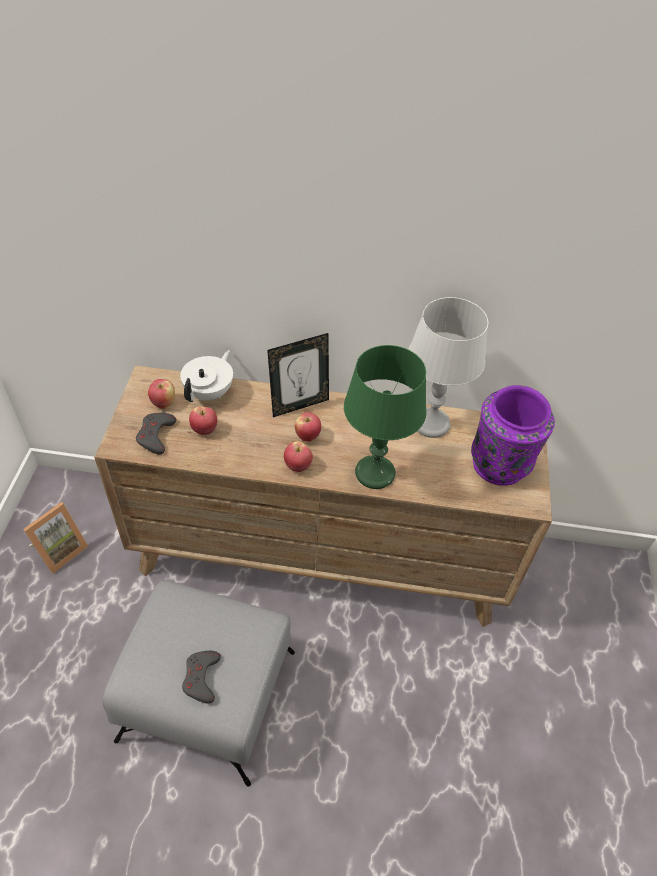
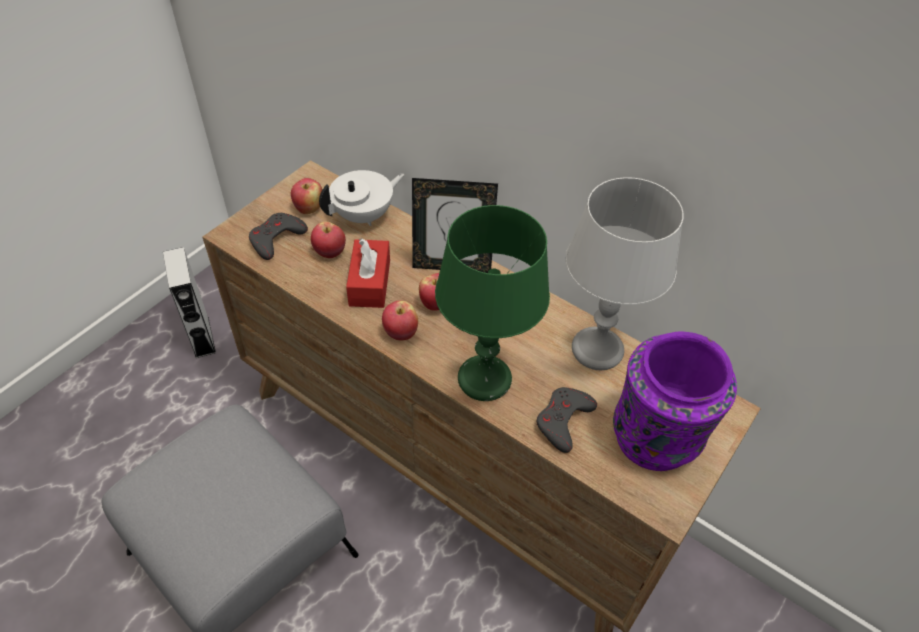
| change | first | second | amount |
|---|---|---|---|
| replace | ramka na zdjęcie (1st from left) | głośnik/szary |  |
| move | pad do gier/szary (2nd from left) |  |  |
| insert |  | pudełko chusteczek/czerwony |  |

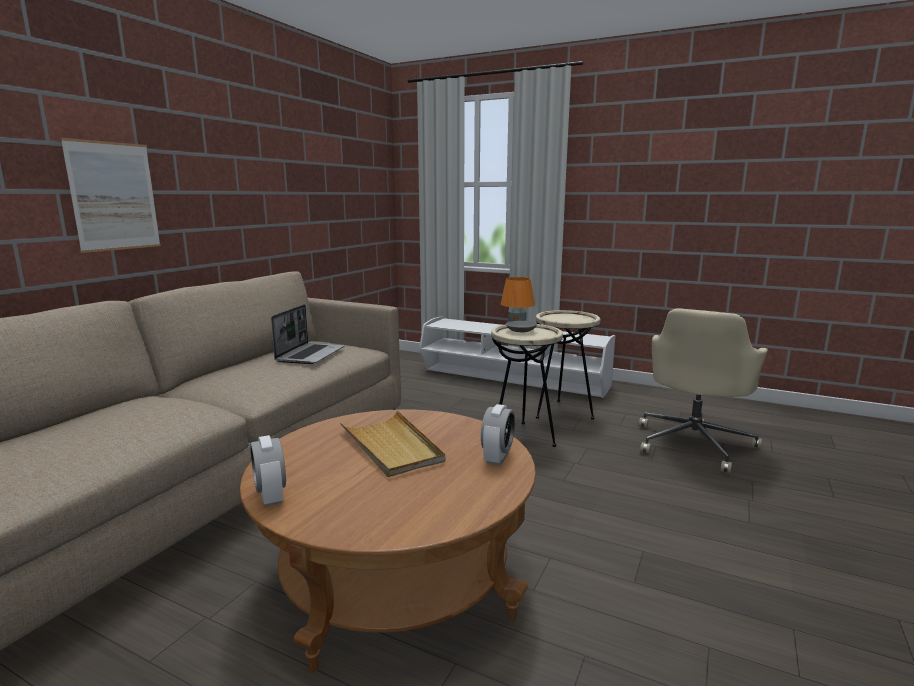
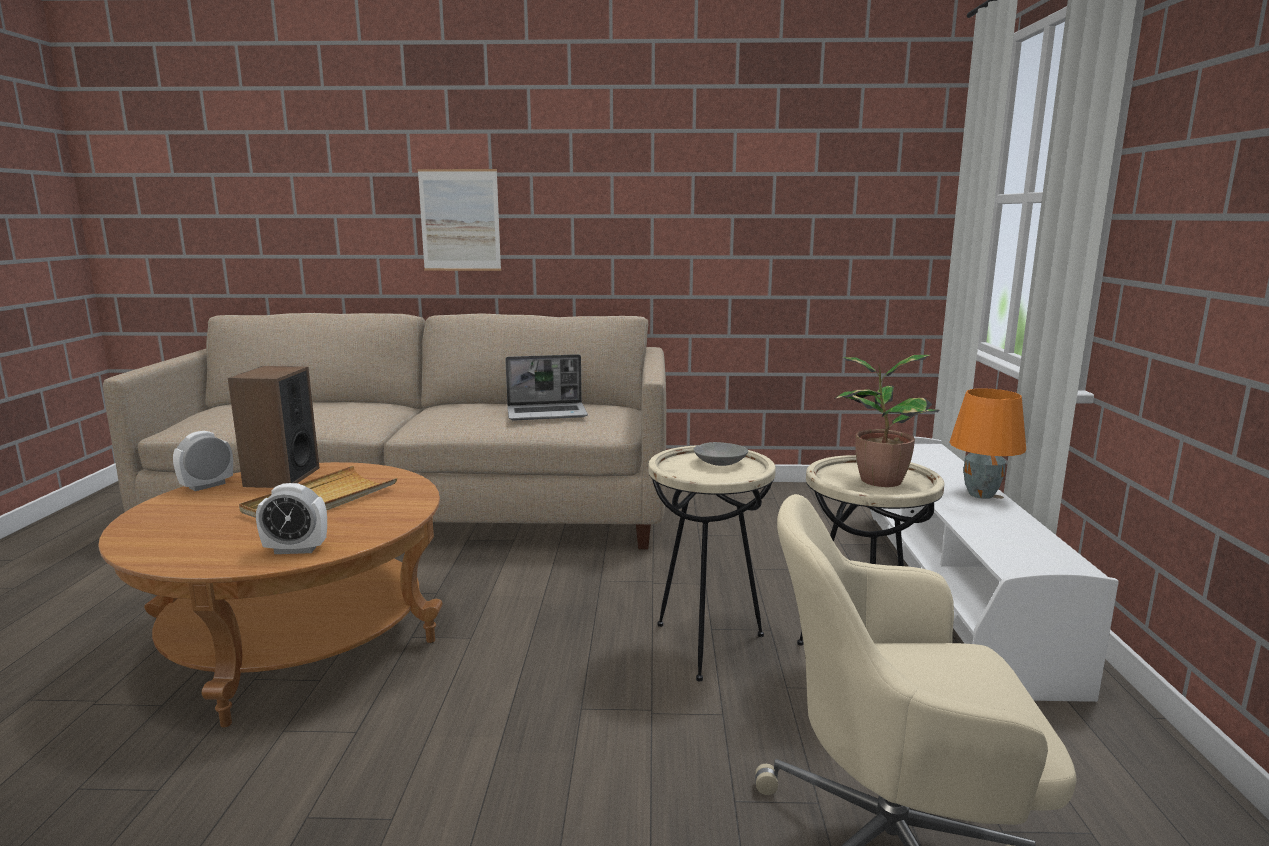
| change | first | second | amount |
|---|---|---|---|
| insert |  | roślina doniczkowa |  |
| insert |  | głośnik |  |

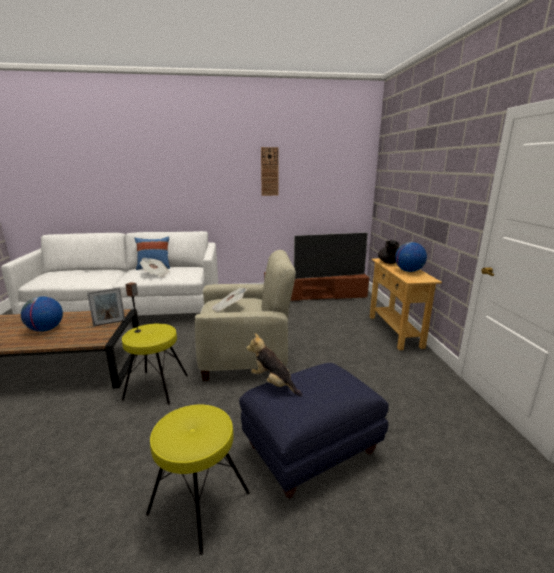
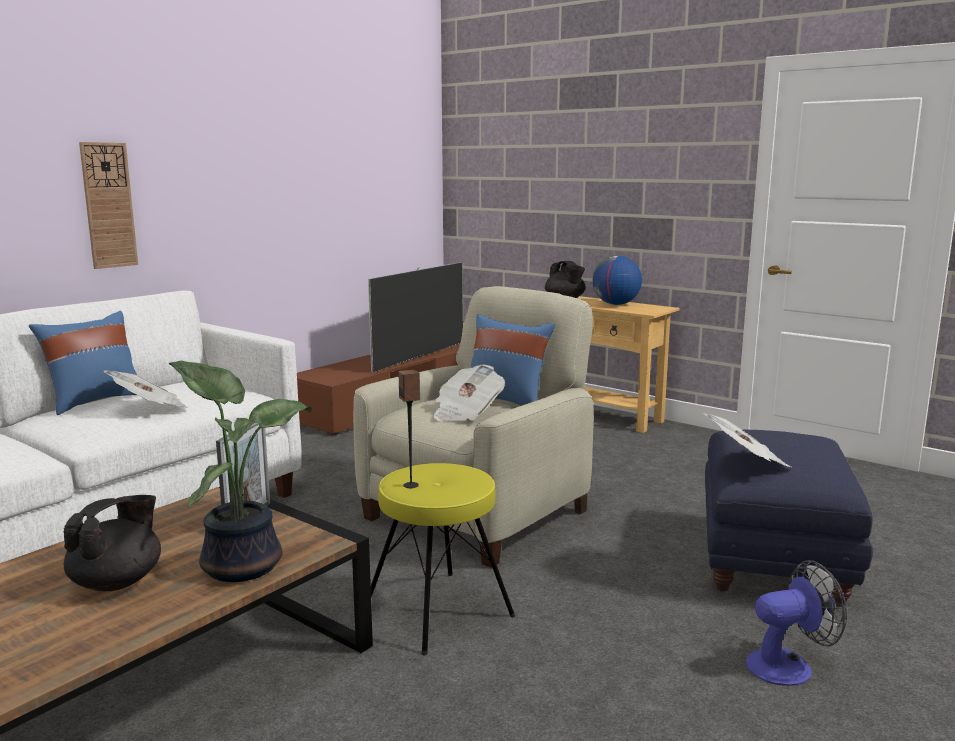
| change | first | second | amount |
|---|---|---|---|
| move | zegar ścienny |  |  |
| replace | globus (1st from left) | imbryk/czarny (1st from left) |  |
| replace | pluszak | gazeta (3rd from left) |  |
| replace | stołek/żółty (2nd from left) | wentylator |  |
| insert |  | poduszka/niebieski (2nd from left) |  |
| insert |  | roślina doniczkowa |  |

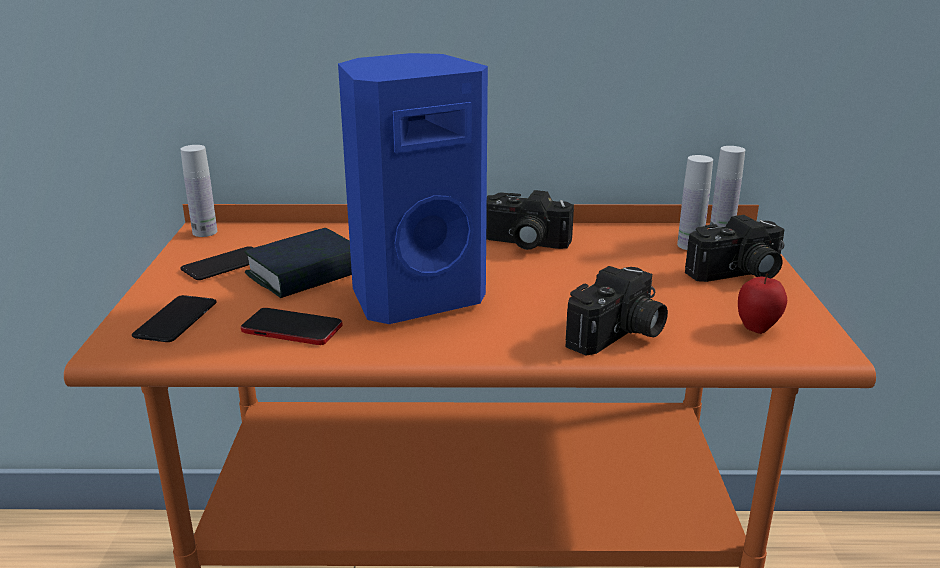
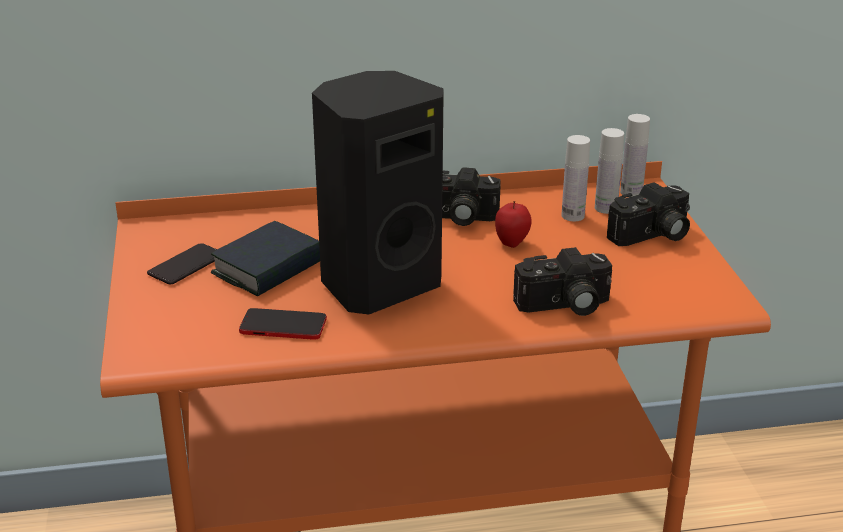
| change | first | second | amount |
|---|---|---|---|
| recolor | głośnik/niebieski | głośnik/czarny |  |
| move | butelka/biały (1st from left) |  |  |
| rotate | aparat fotograficzny (2nd from left) |  | 45 degrees clockwise |
| move | jabłko |  |  |
| delete | telefon (1st from left) |  |  |

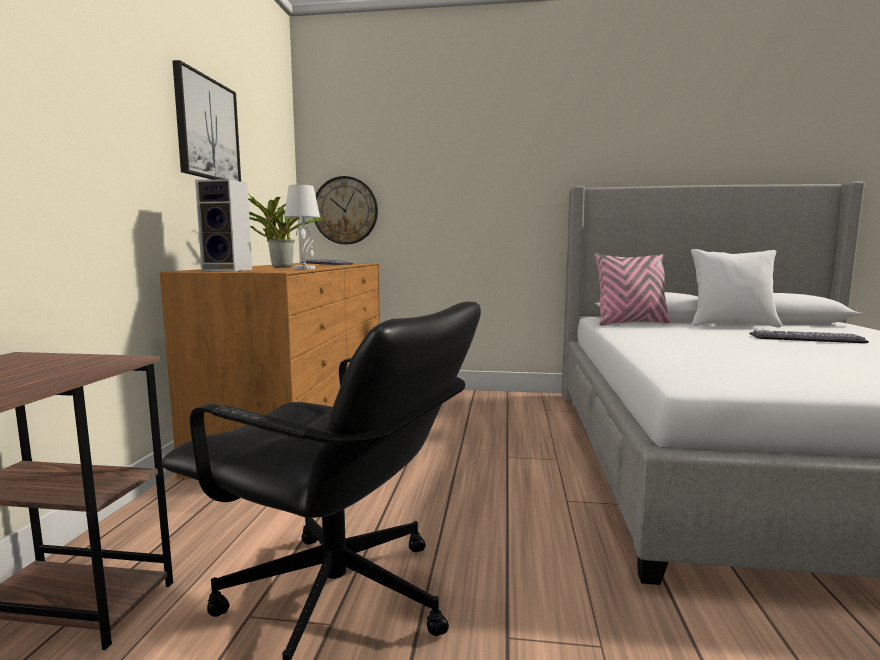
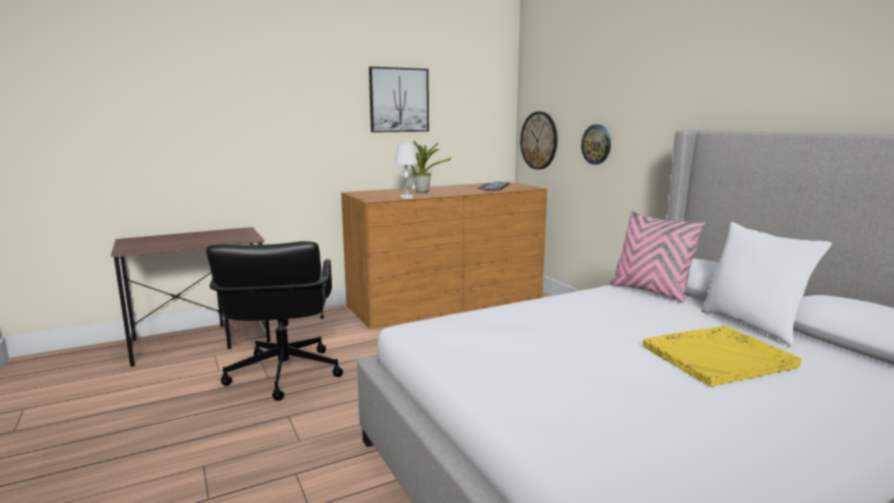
| change | first | second | amount |
|---|---|---|---|
| delete | głośnik |  |  |
| replace | klawiatura (2nd from left) | taca/żółty |  |
| insert |  | zegar ścienny (2nd from left) |  |

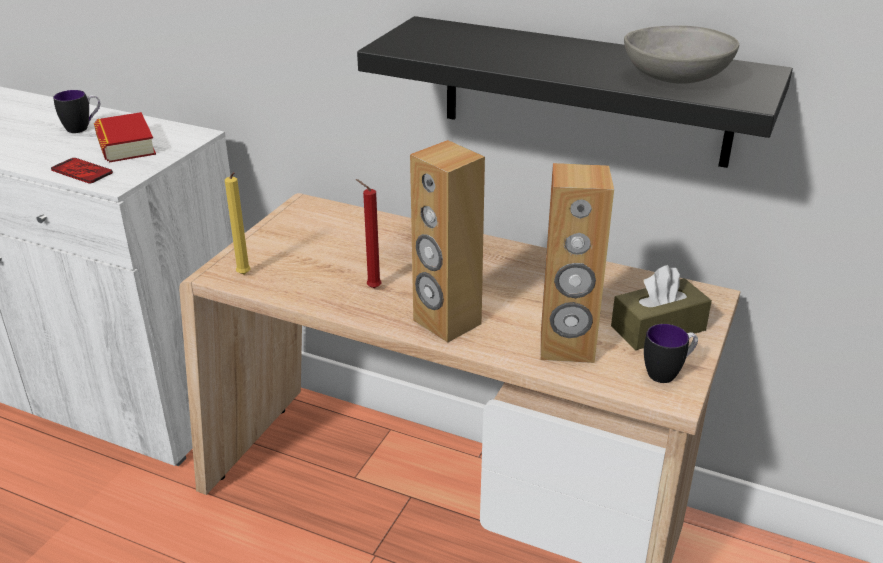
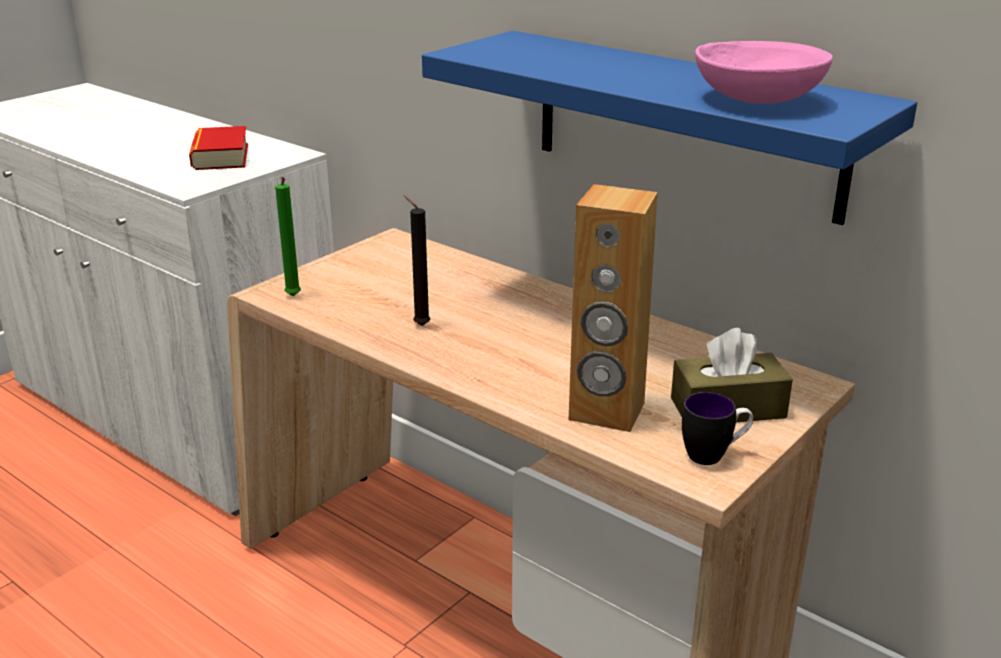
| change | first | second | amount |
|---|---|---|---|
| recolor | półka/czarny | półka/niebieski |  |
| recolor | miska/szary | miska/różowy |  |
| delete | kubek (1st from left) |  |  |
| delete | głośnik/brązowy (1st from left) |  |  |
| delete | telefon |  |  |
| recolor | świeca/żółty | świeca/zielony |  |
| recolor | świeca/czerwony | świeca/czarny |  |

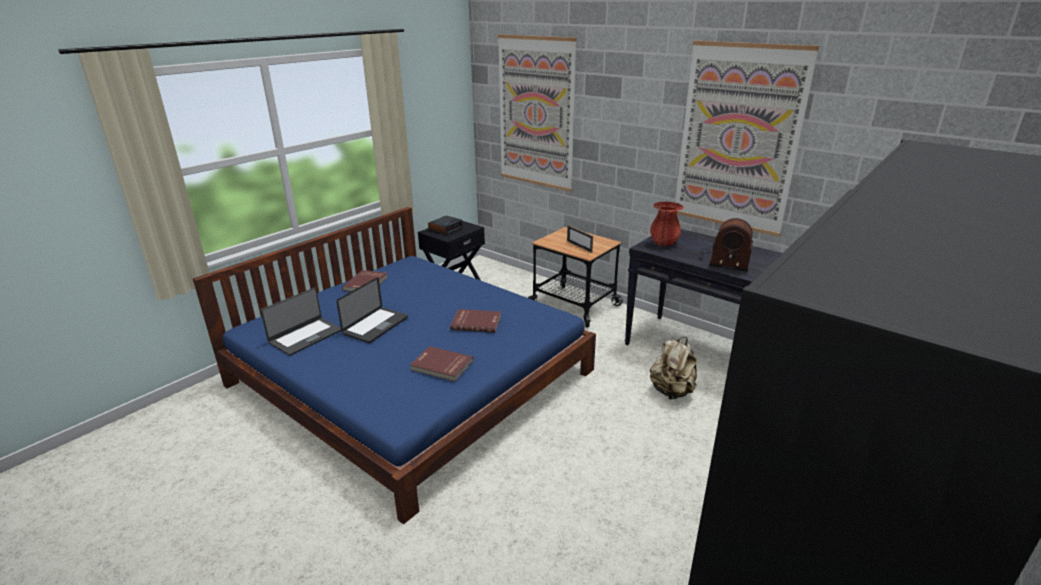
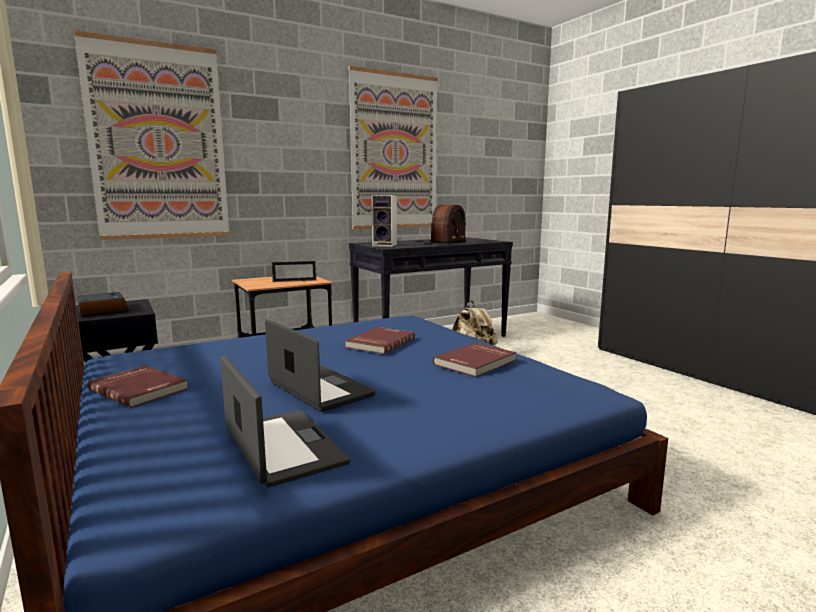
| change | first | second | amount |
|---|---|---|---|
| replace | wazon/czerwony | głośnik |  |

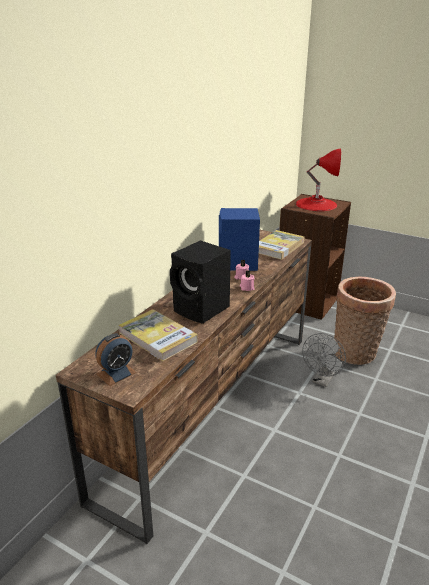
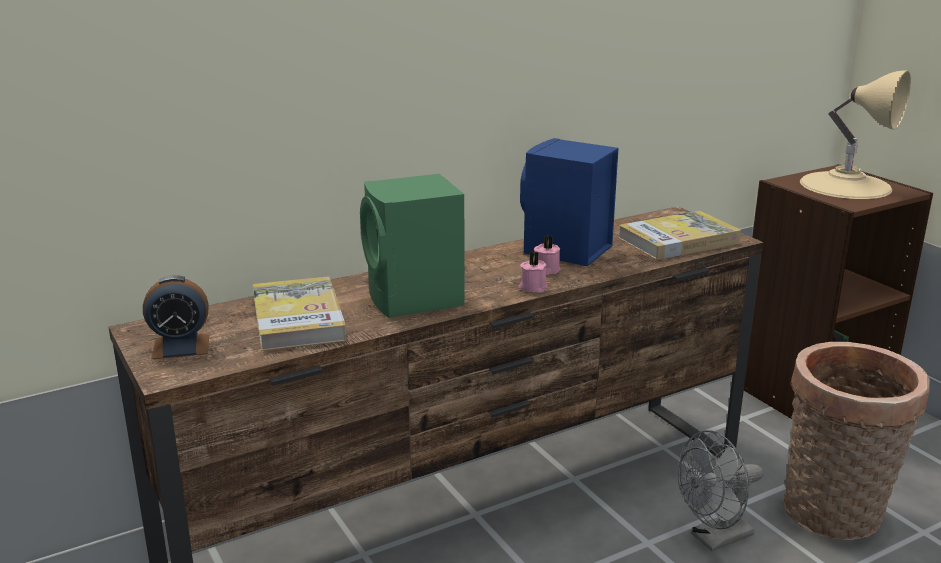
| change | first | second | amount |
|---|---|---|---|
| recolor | lampa stołowa/czerwony | lampa stołowa/beżowy |  |
| recolor | głośnik/czarny | głośnik/zielony |  |

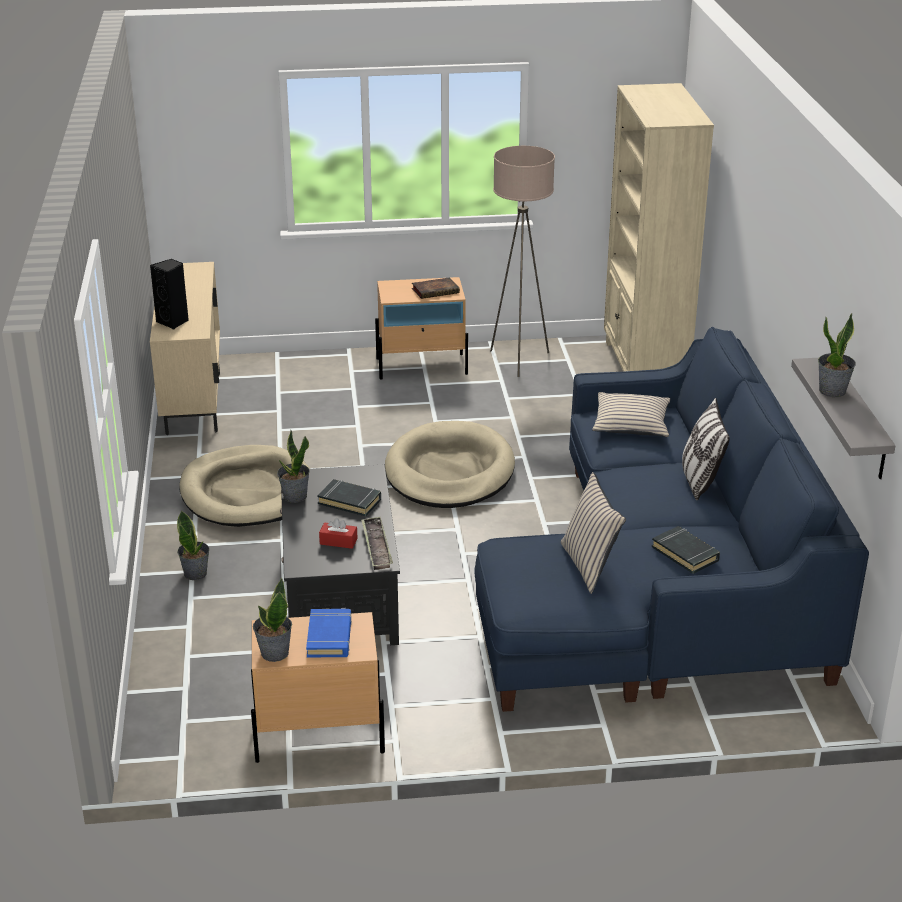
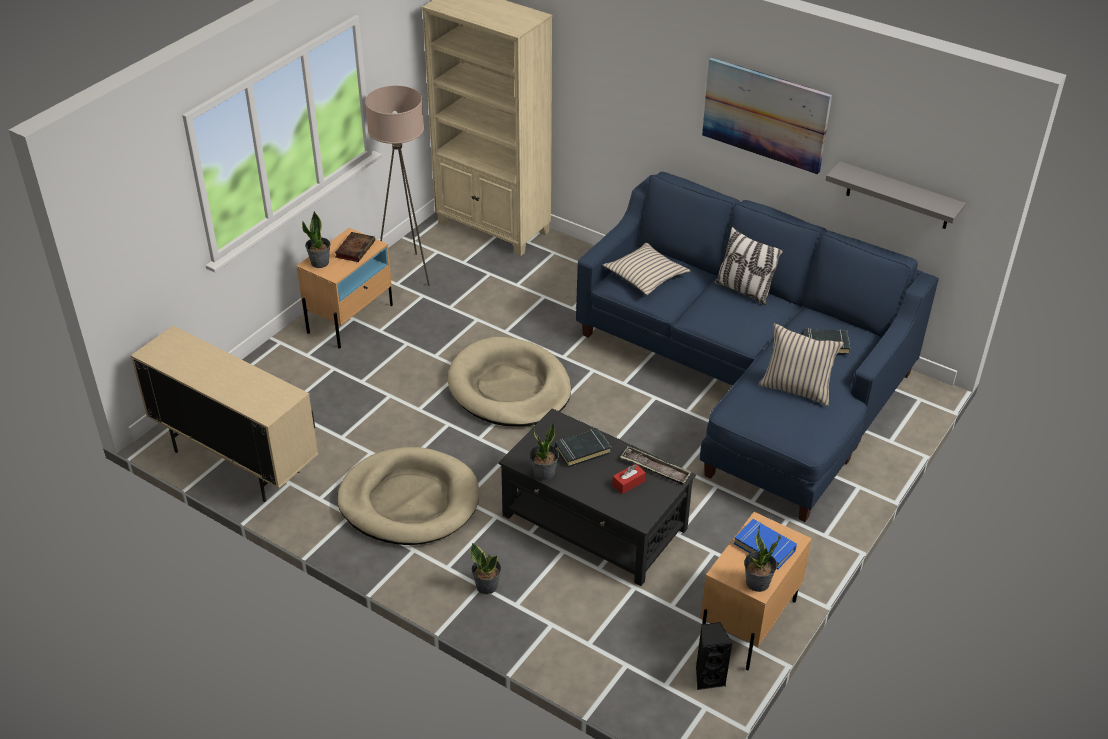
| change | first | second | amount |
|---|---|---|---|
| move | głośnik/czarny |  |  |
| move | roślina doniczkowa (4th from left in the first image) | roślina doniczkowa (1st from left) |  |
| insert |  | obraz |  |

